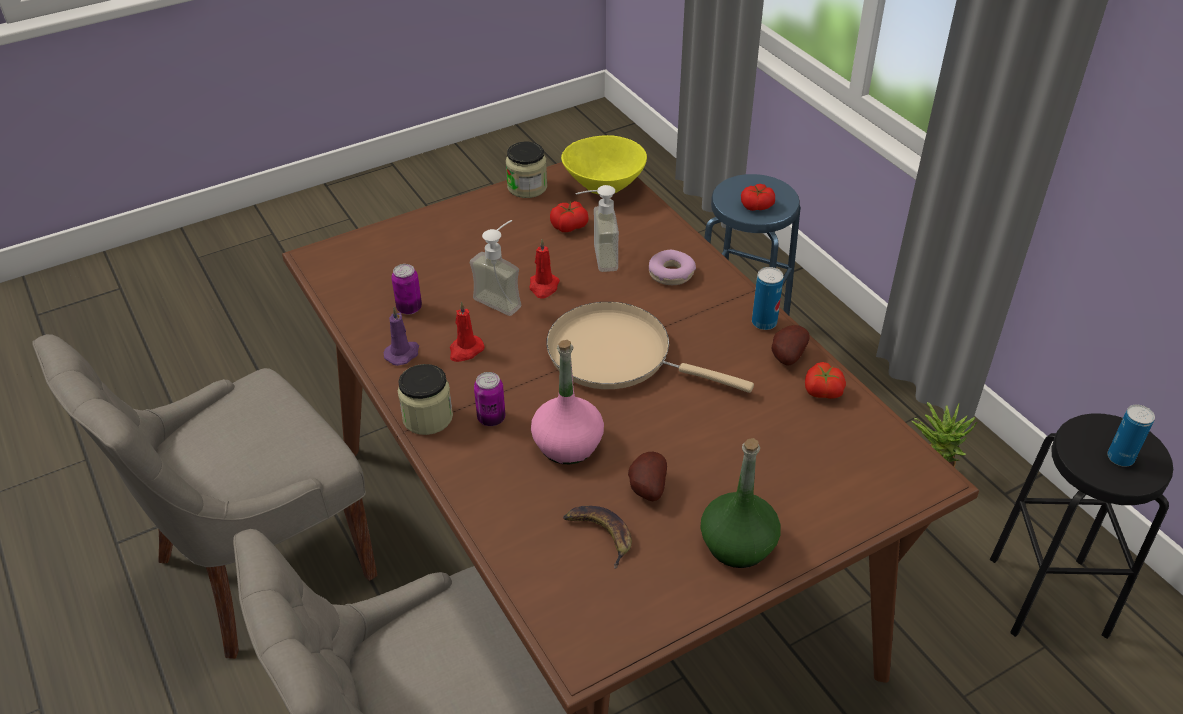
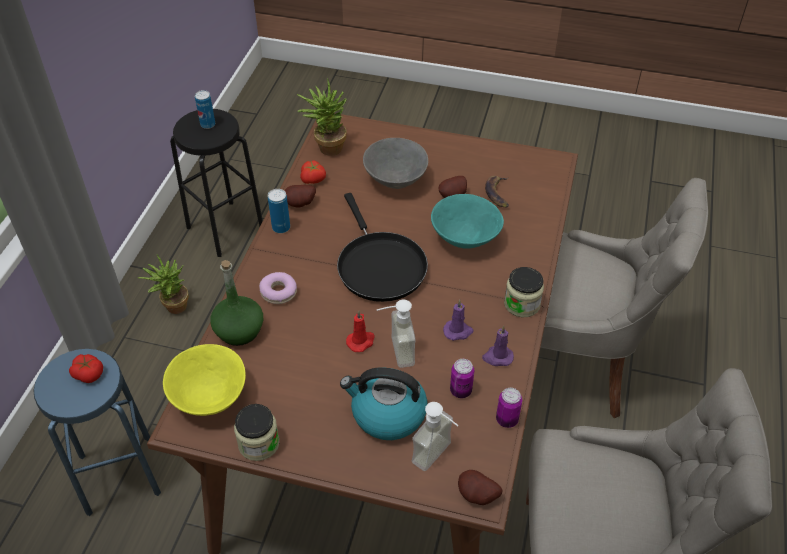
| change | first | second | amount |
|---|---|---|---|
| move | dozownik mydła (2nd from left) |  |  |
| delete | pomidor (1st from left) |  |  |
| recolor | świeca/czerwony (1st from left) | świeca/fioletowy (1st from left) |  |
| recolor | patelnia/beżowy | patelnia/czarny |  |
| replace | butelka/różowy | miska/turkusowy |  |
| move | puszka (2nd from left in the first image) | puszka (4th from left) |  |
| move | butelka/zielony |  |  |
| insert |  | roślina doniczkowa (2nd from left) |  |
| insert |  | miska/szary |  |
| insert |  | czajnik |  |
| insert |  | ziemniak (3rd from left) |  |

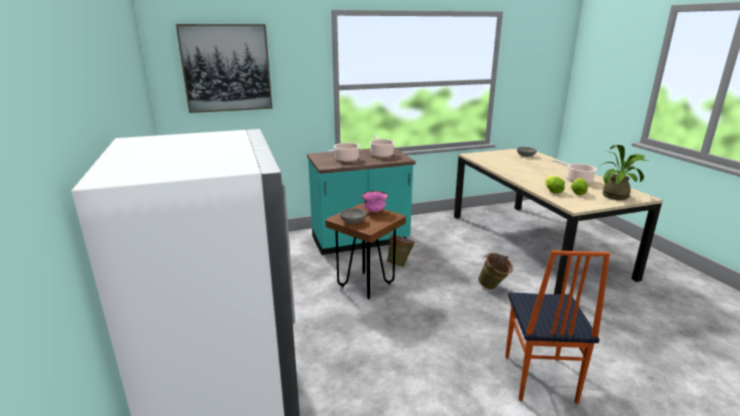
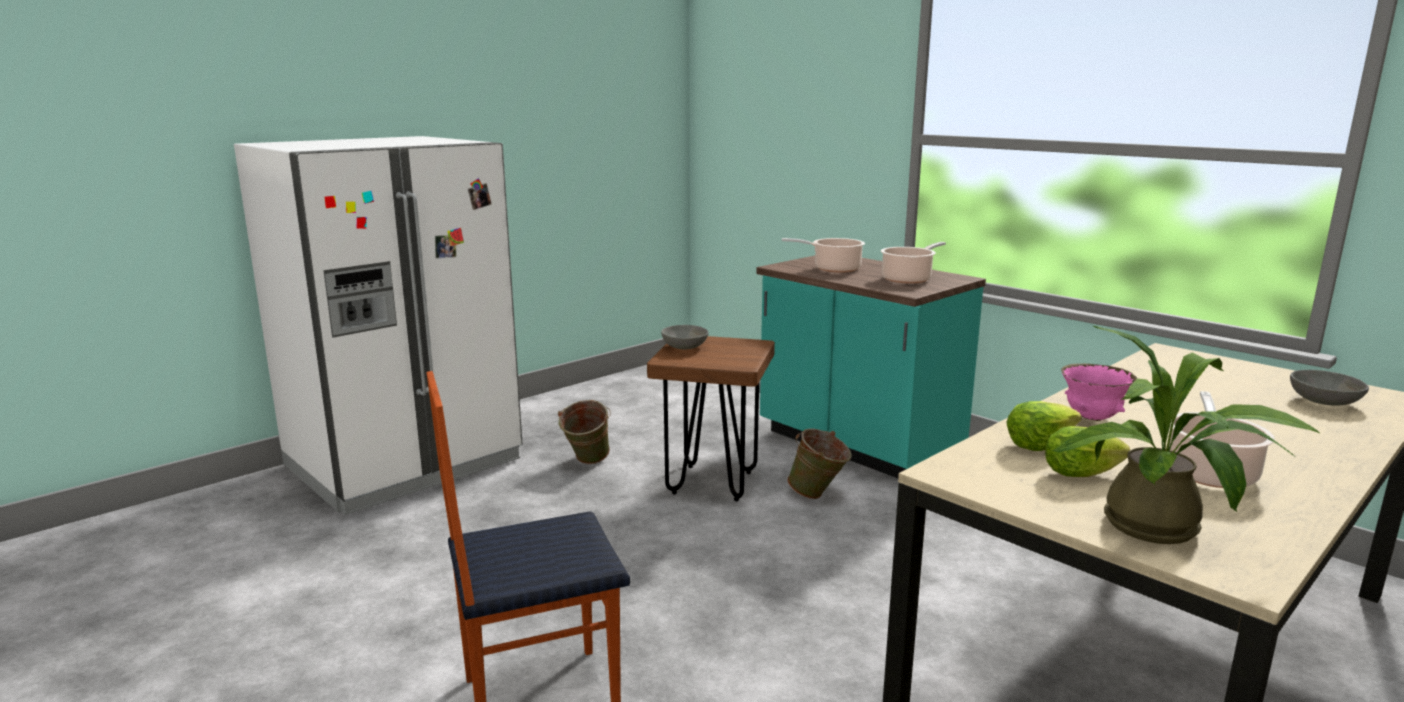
| change | first | second | amount |
|---|---|---|---|
| delete | obraz |  |  |
| move | miska/różowy |  |  |
| move | wiadro/zielony (2nd from left in the first image) | wiadro/zielony (1st from left) |  |

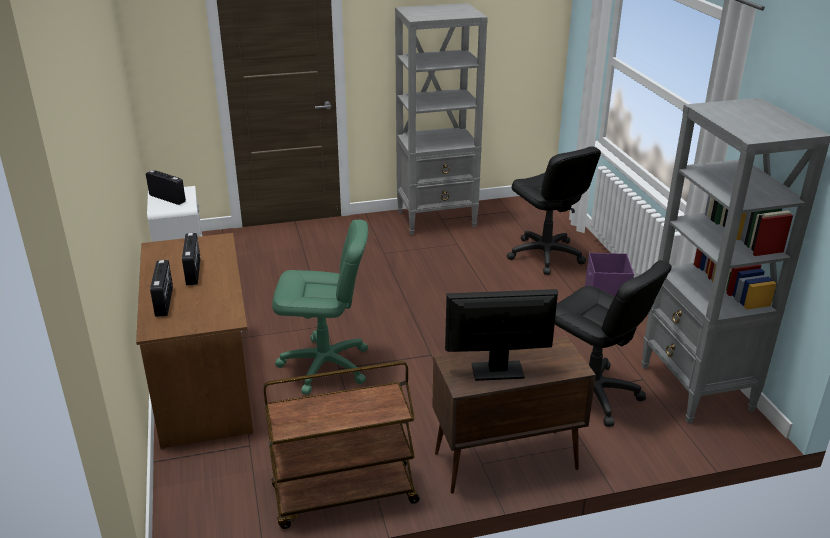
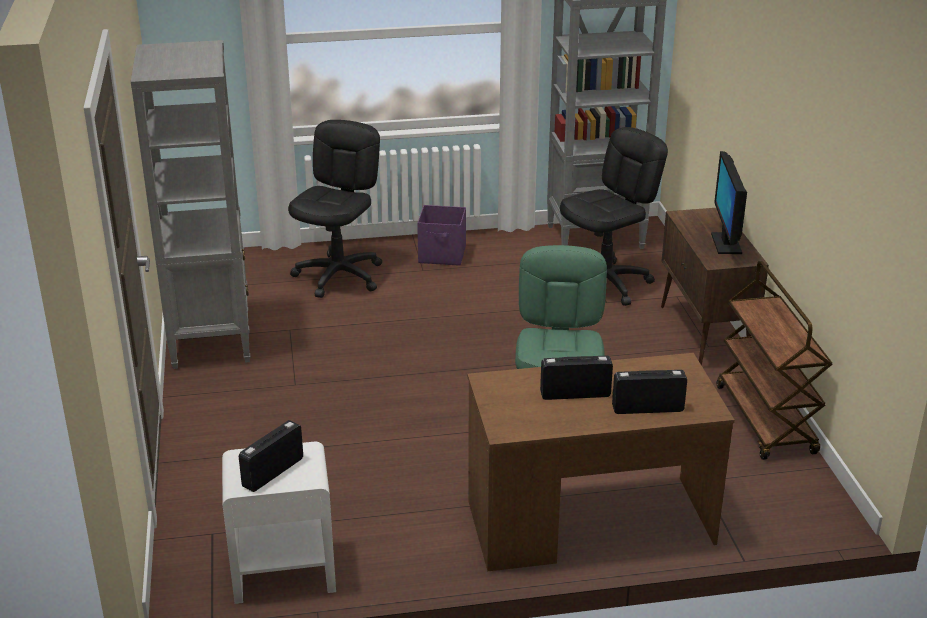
| change | first | second | amount |
|---|---|---|---|
| rotate | krzesło biurowe/czarny (1st from left) |  | 45 degrees counterclockwise |

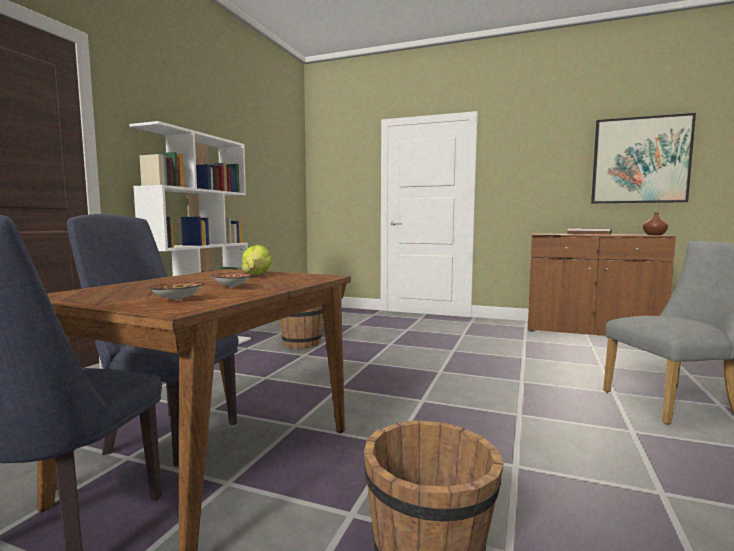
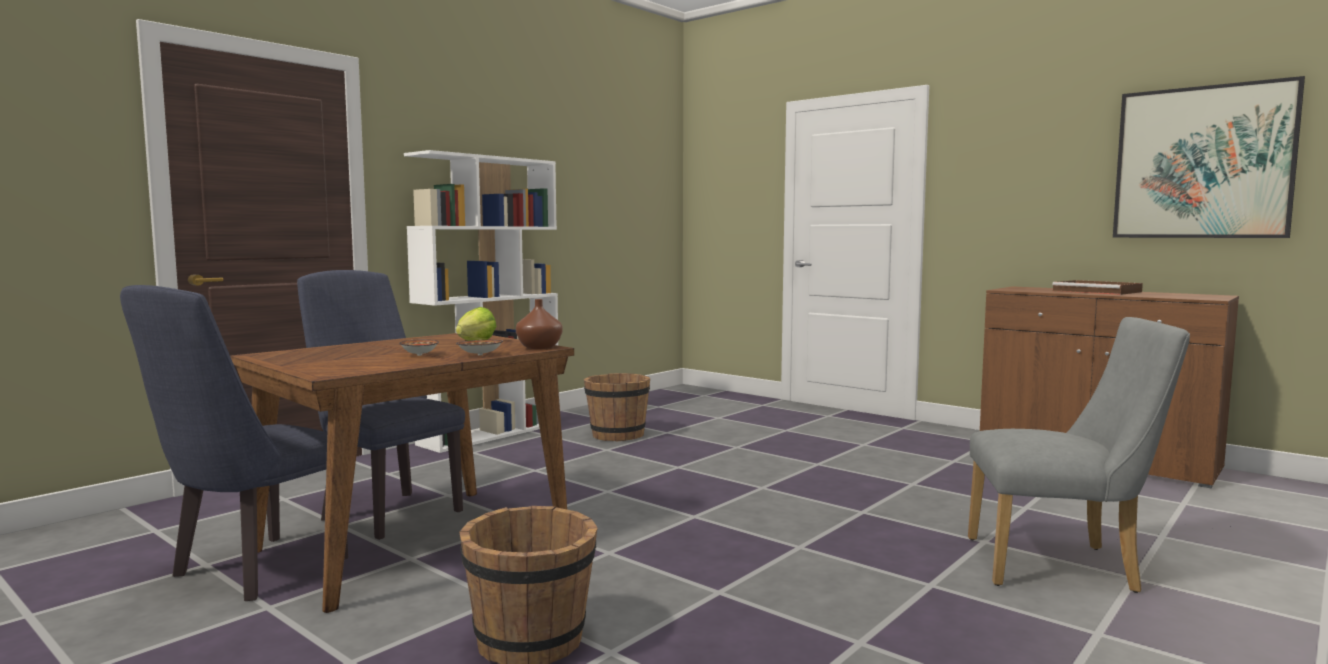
| change | first | second | amount |
|---|---|---|---|
| move | wazon/brązowy |  |  |
| move | miska (1st from left in the first image) | miska (2nd from left) |  |

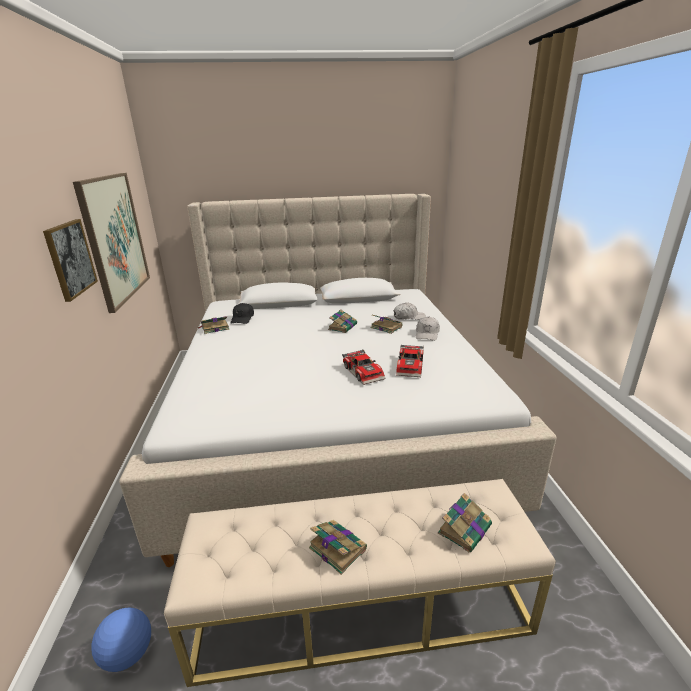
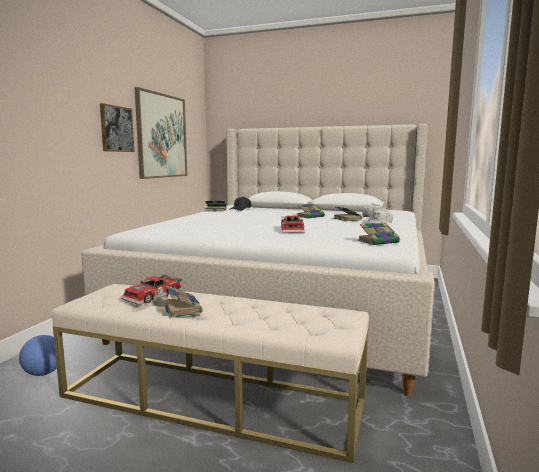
| change | first | second | amount |
|---|---|---|---|
| move | samochodzik (2nd from left in the first image) | samochodzik (1st from left) |  |
| move | książka (5th from left) |  |  |

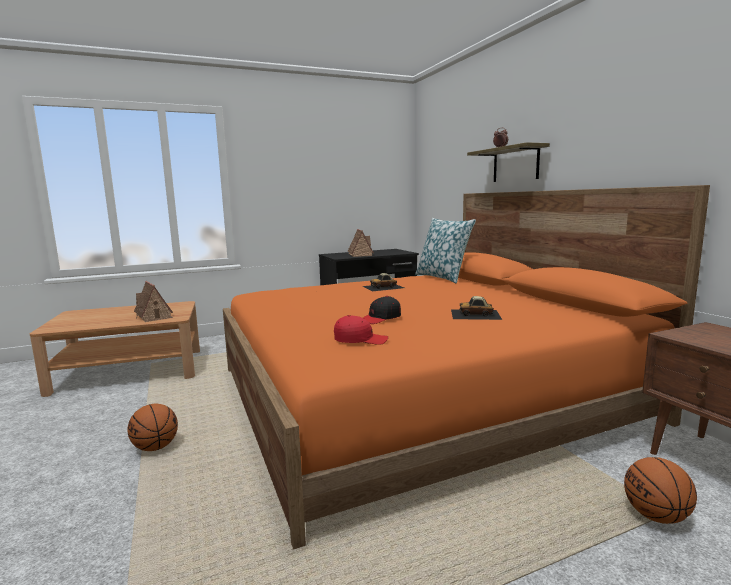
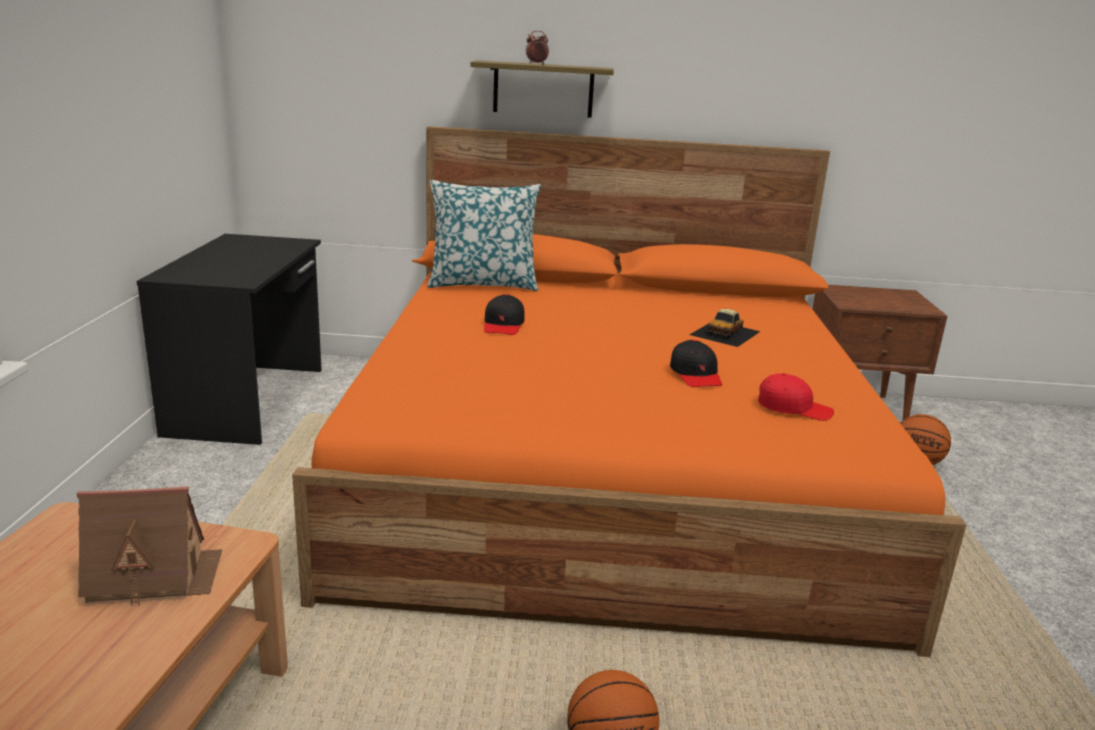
| change | first | second | amount |
|---|---|---|---|
| delete | domek (2nd from left) |  |  |
| replace | samochodzik (1st from left) | czapka z daszkiem/czarny (1st from left) |  |
| rotate | czapka z daszkiem/czerwony |  | 75 degrees clockwise |

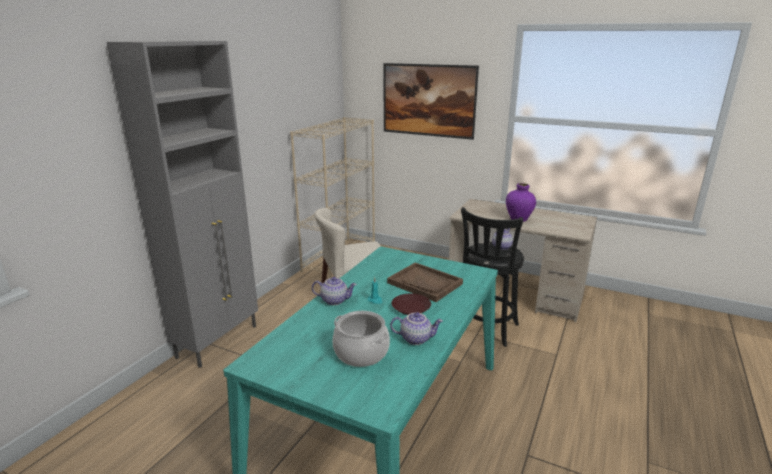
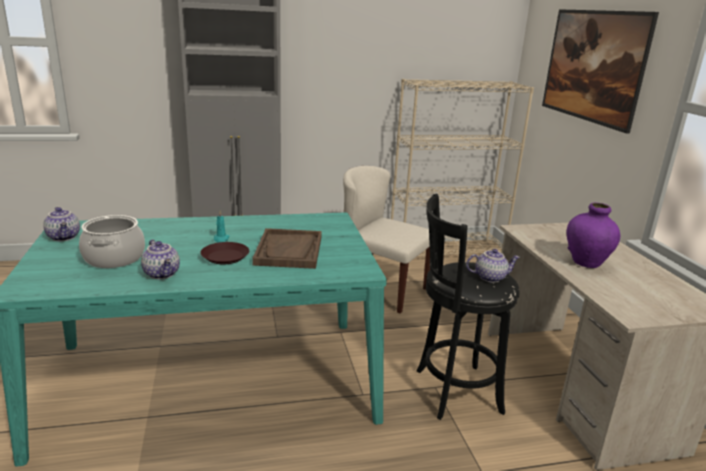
| change | first | second | amount |
|---|---|---|---|
| move | imbryk (1st from left) |  |  |

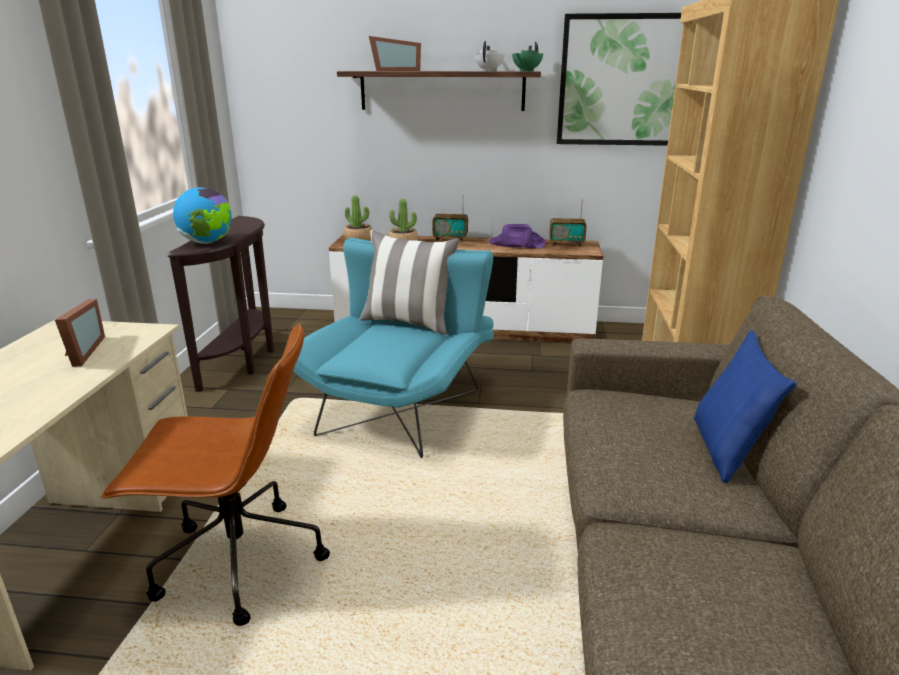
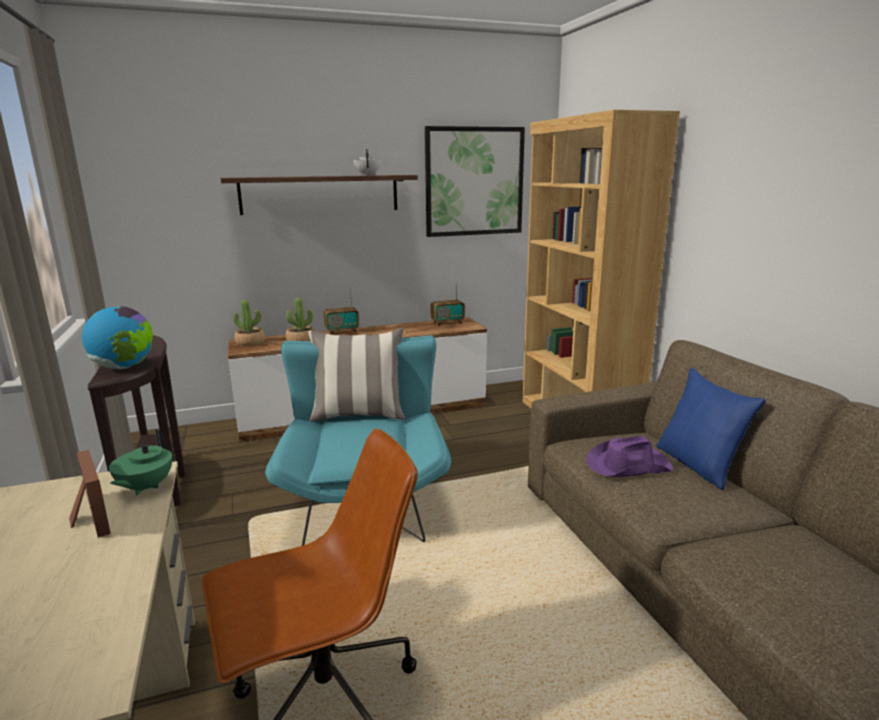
| change | first | second | amount |
|---|---|---|---|
| delete | ramka na zdjęcie (2nd from left) |  |  |
| move | imbryk/zielony |  |  |
| move | kapelusz/fioletowy |  |  |

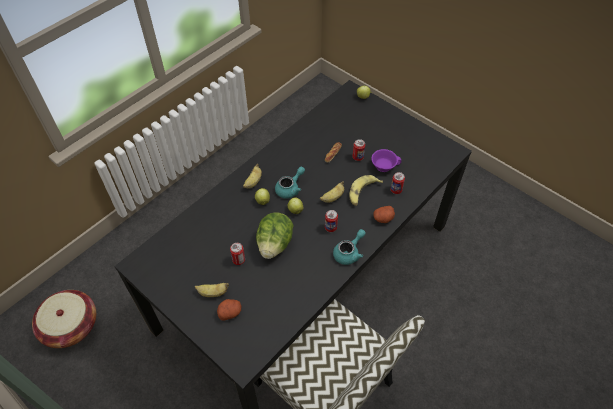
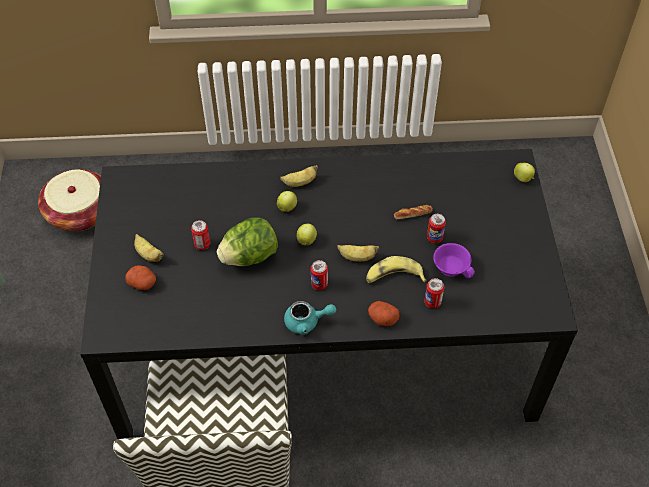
| change | first | second | amount |
|---|---|---|---|
| delete | imbryk/turkusowy (1st from left) |  |  |

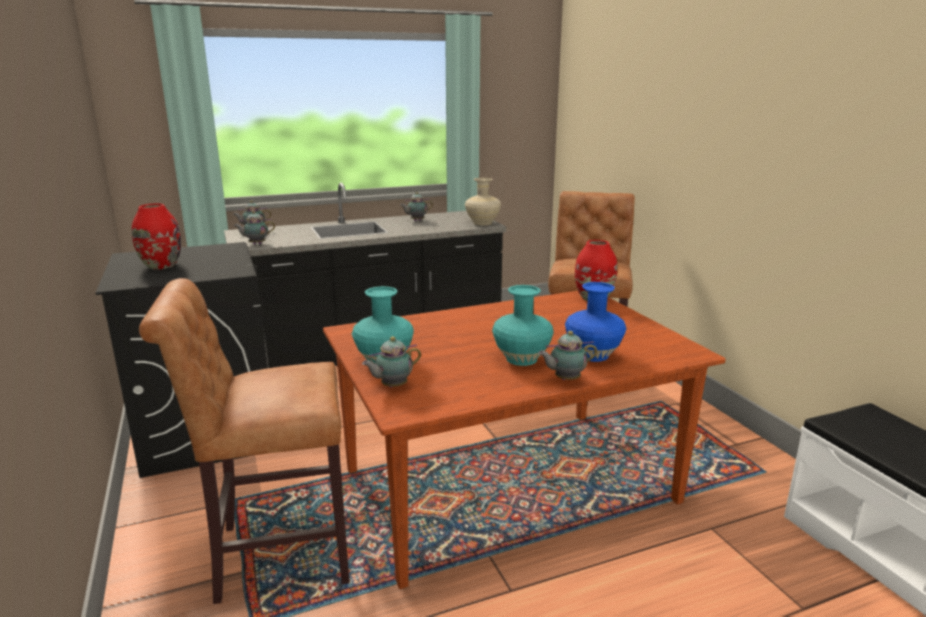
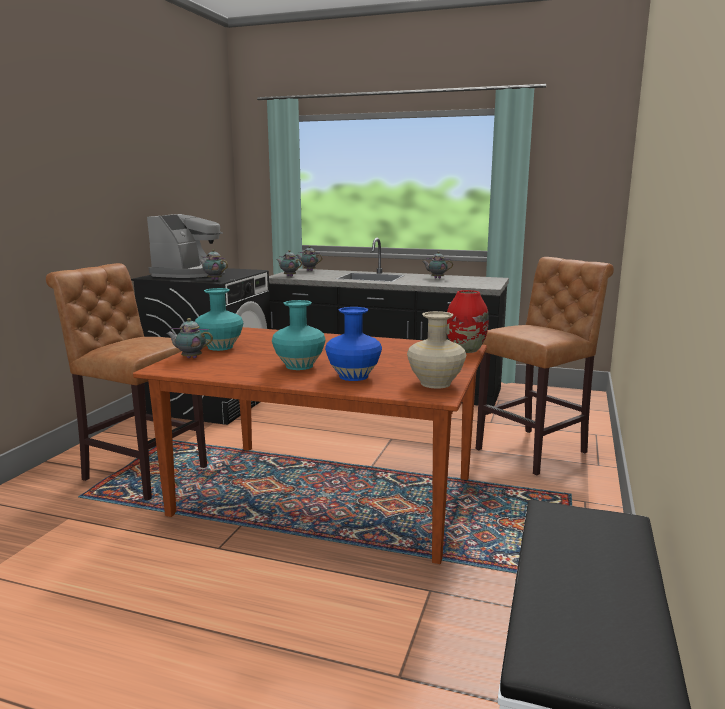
| change | first | second | amount |
|---|---|---|---|
| move | wazon/beżowy |  |  |
| replace | wazon/czerwony (1st from left) | ekspres do kawy |  |
| move | imbryk (5th from left in the first image) | imbryk (2nd from left) |  |

